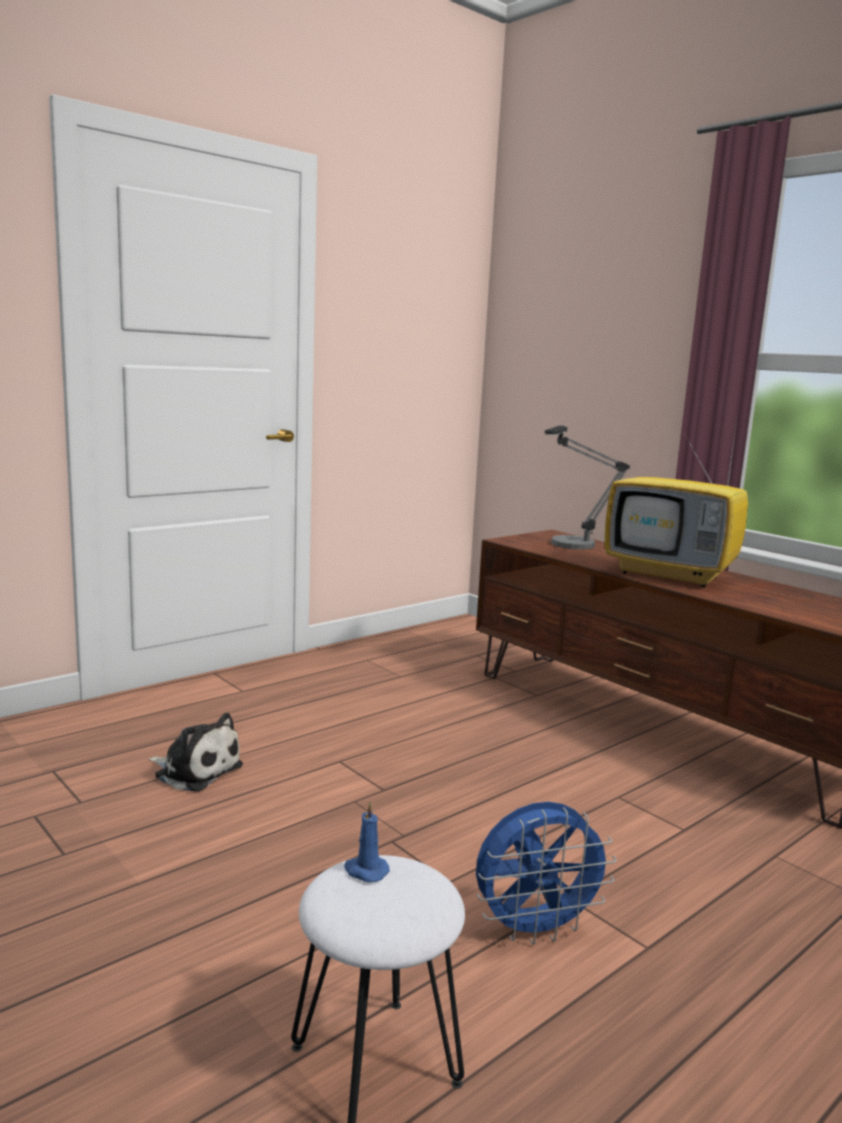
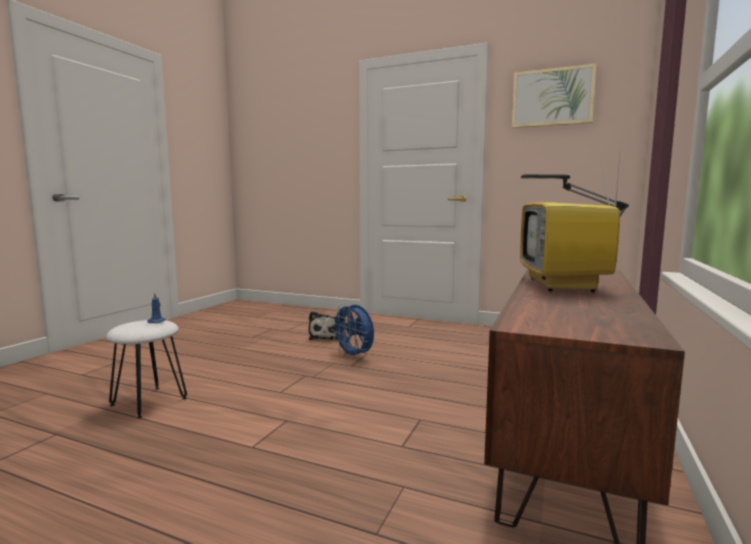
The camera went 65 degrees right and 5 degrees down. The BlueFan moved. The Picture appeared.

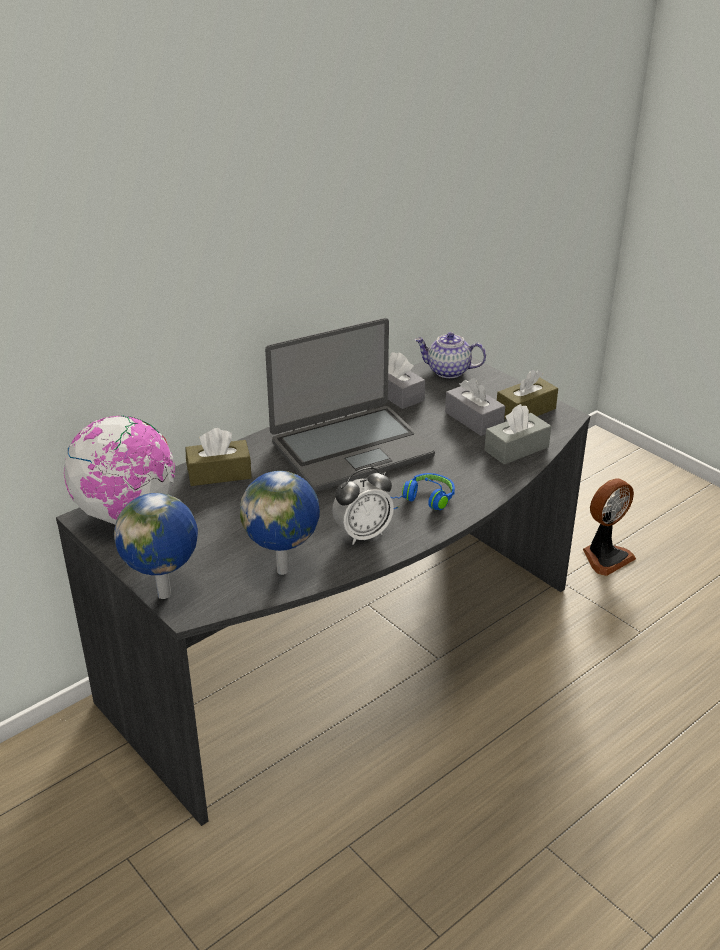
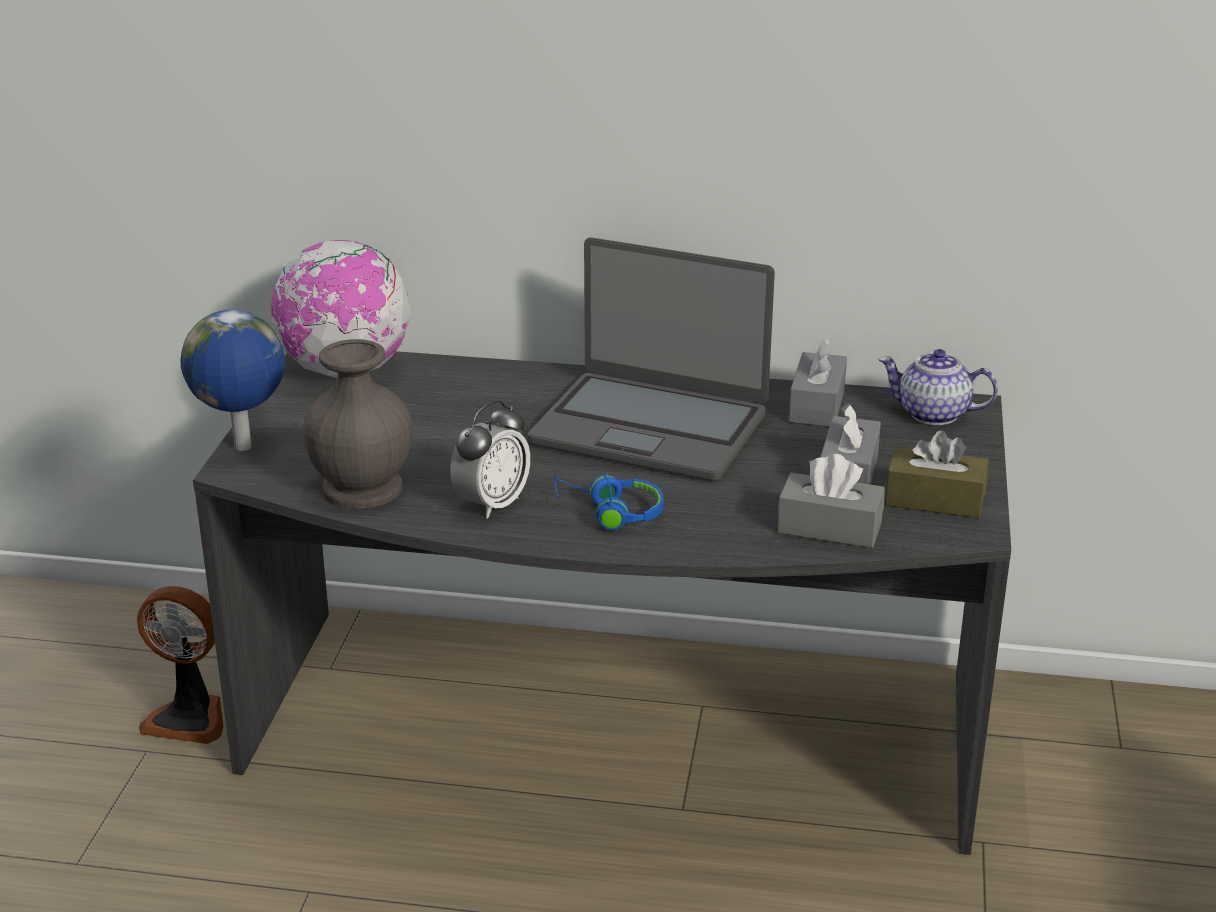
The camera went 50 degrees right and 5 degrees down. The Fan moved. The Globe (3rd from left) was replaced by the GreyVase. The AlarmClock turned 75 degrees counterclockwise. The Teapot turned 45 degrees counterclockwise. The BrownTissueBox (1st from left) disappeared.

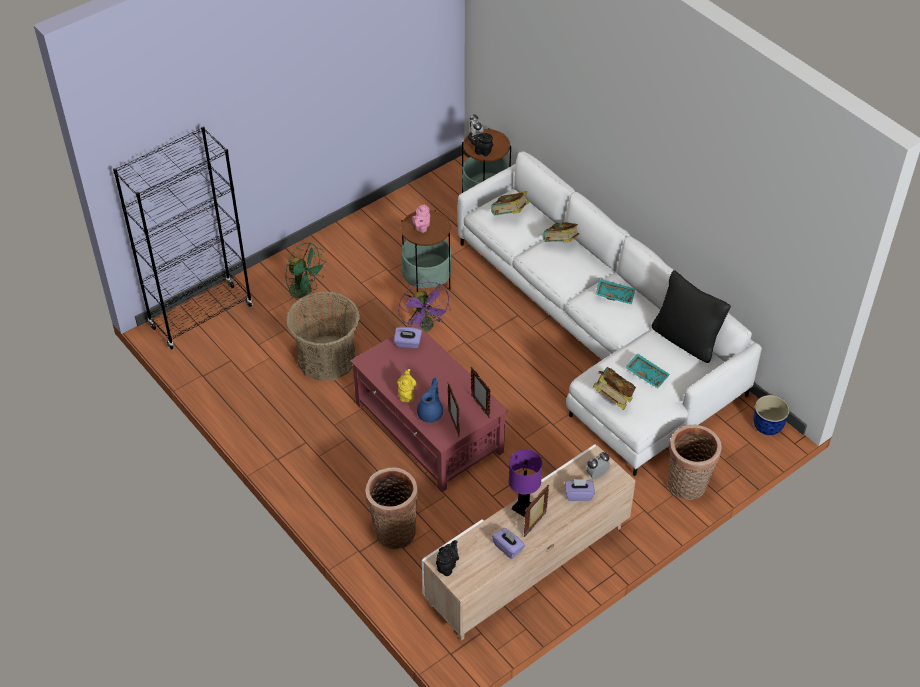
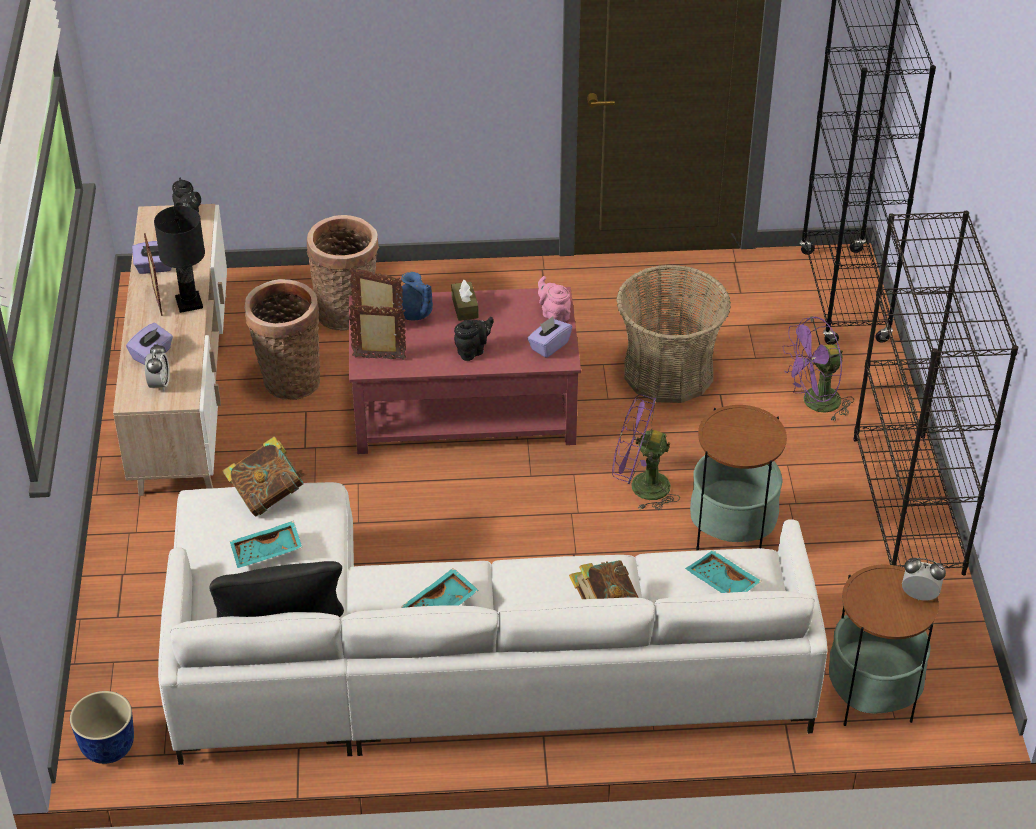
The camera went 125 degrees right and 5 degrees down. The PurpleTableLamp became the BlackTableLamp. The Basket (3rd from left in the first image) moved. The YellowTeapot was replaced by the BrownTissueBox. The BlackTeapot (2nd from left) moved. The PinkTeapot moved. The Book (1st from left) was replaced by the TurquoiseTray (3rd from left). The GreenFan became the PurpleFan (2nd from left). The BlackBookcase (2nd from left) appeared.

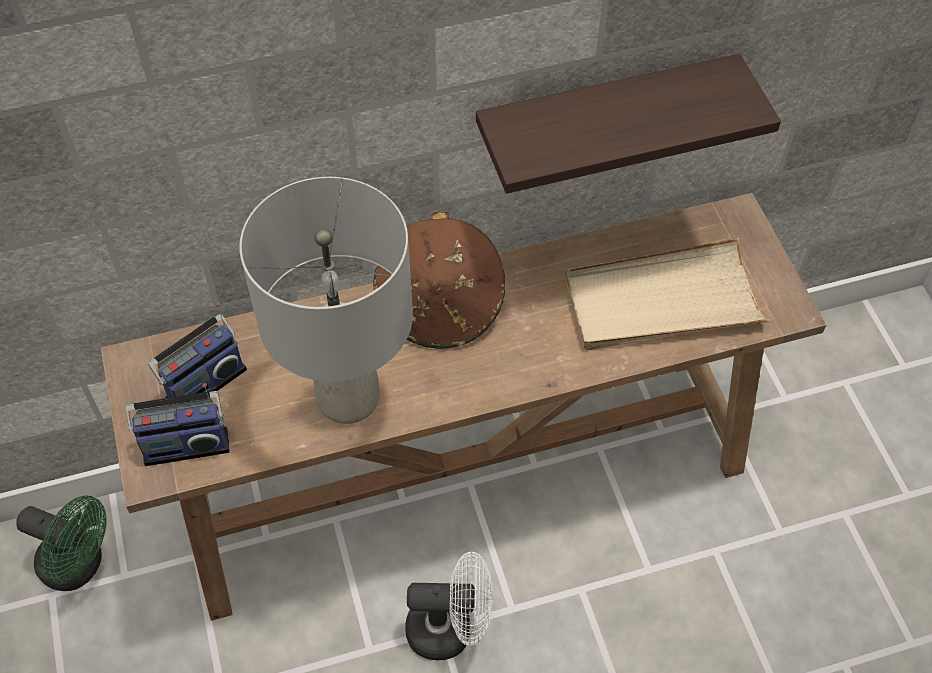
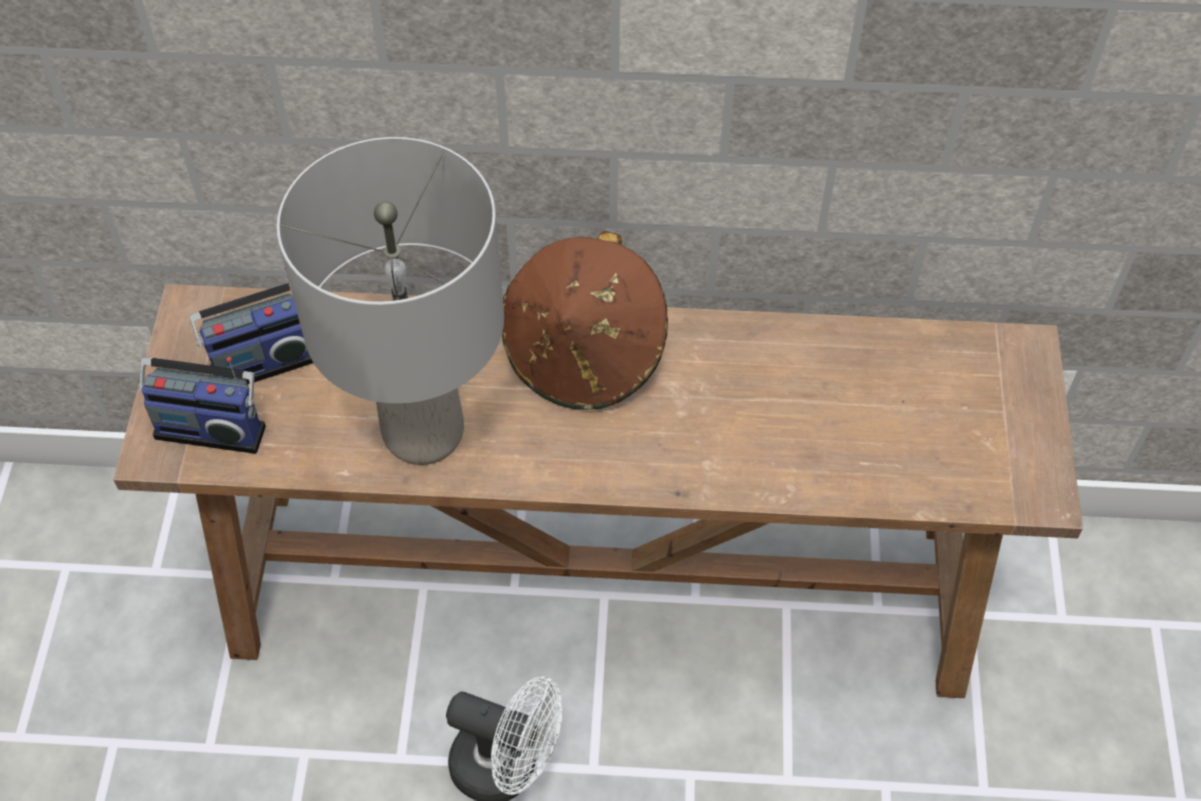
The camera went 20 degrees right and 0 degrees up. The GreenFan disappeared. The Shelf disappeared. The BeigeTray disappeared.

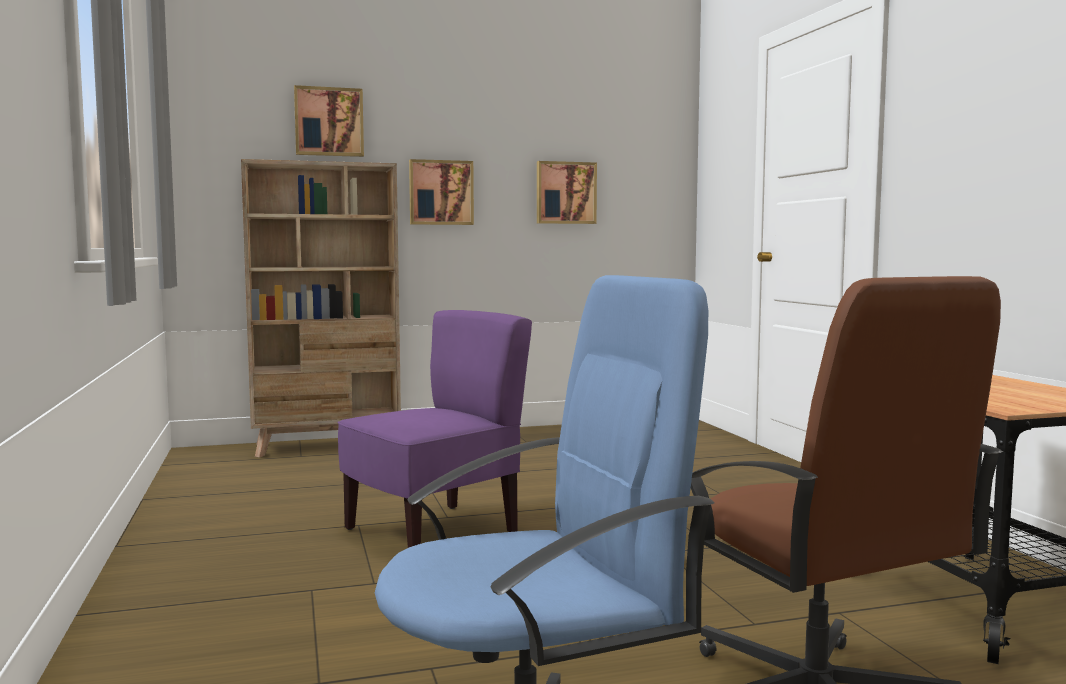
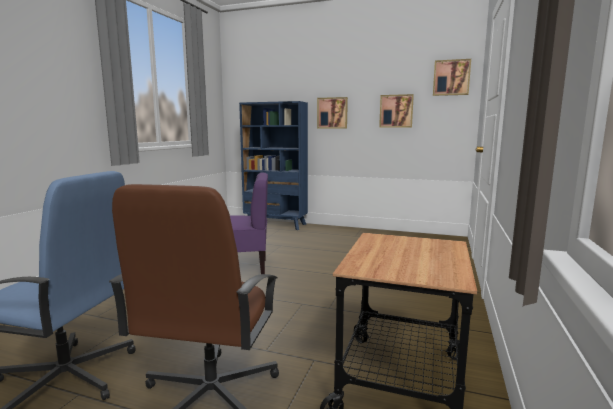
The camera went 35 degrees right and 5 degrees up. The BeigeBookcase became the BlueBookcase. The Picture (1st from left in the first image) moved.

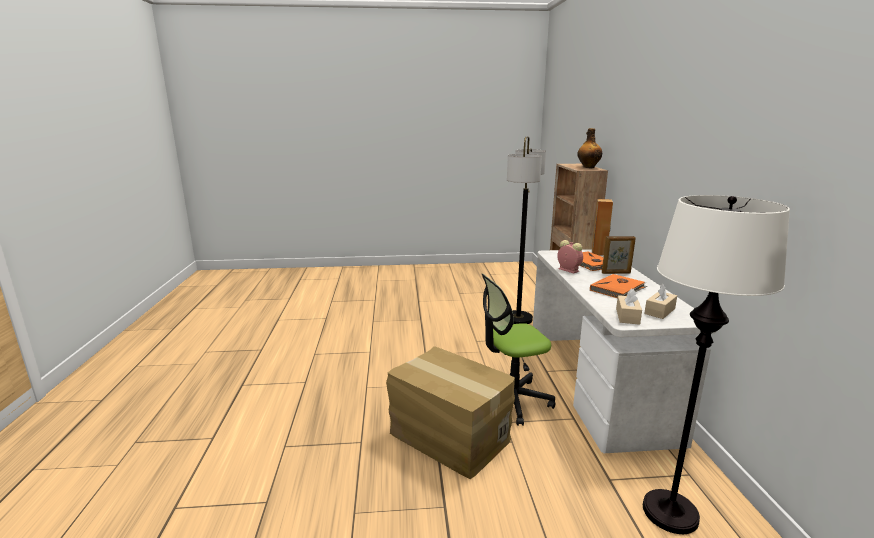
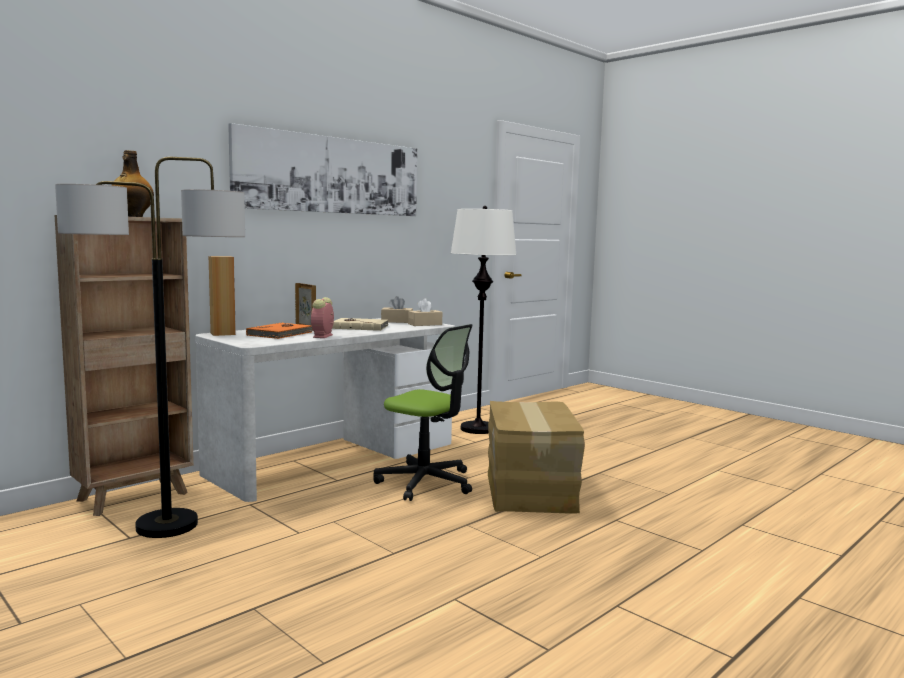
The camera went 130 degrees left and 10 degrees down. The Picture appeared. The OrangeBook (2nd from left) became the BeigeBook.

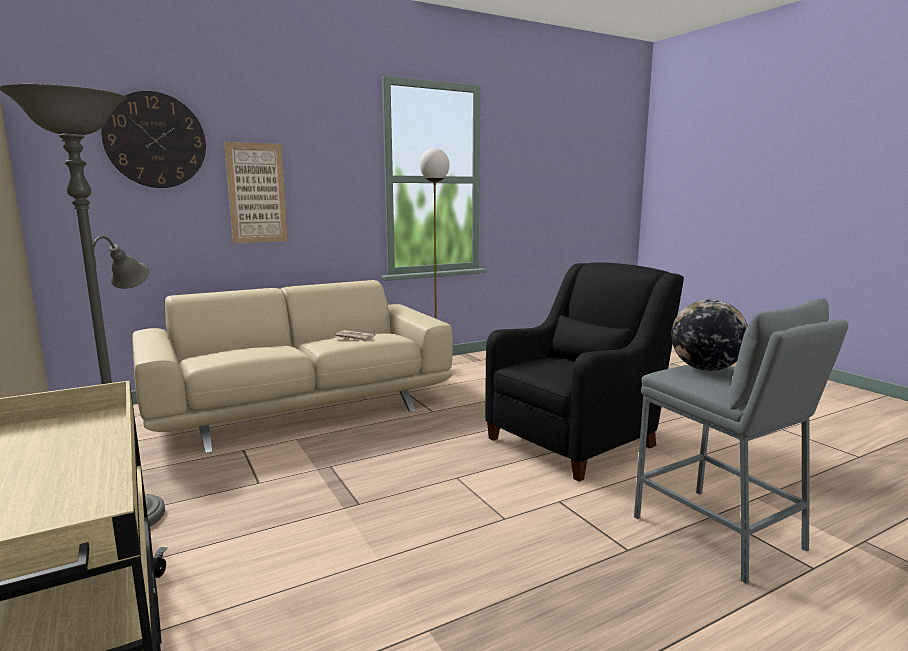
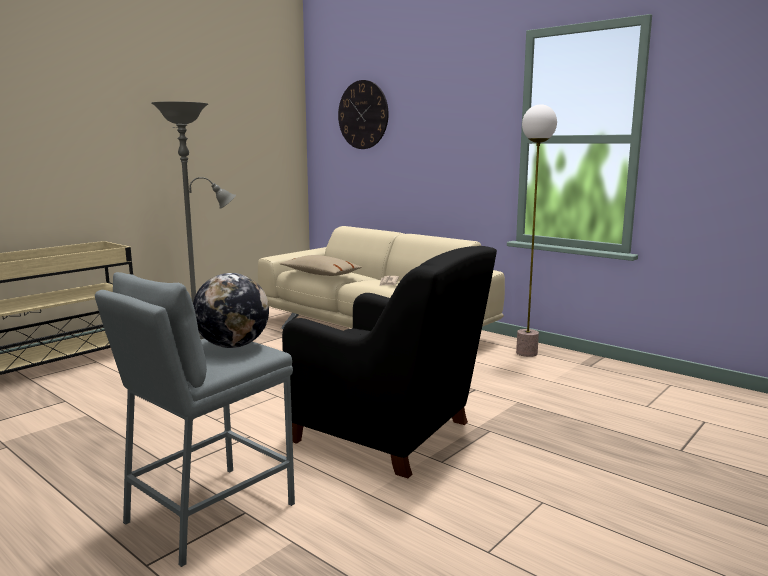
The camera went 70 degrees right and 0 degrees up. The BeigePillow appeared. The Picture disappeared.

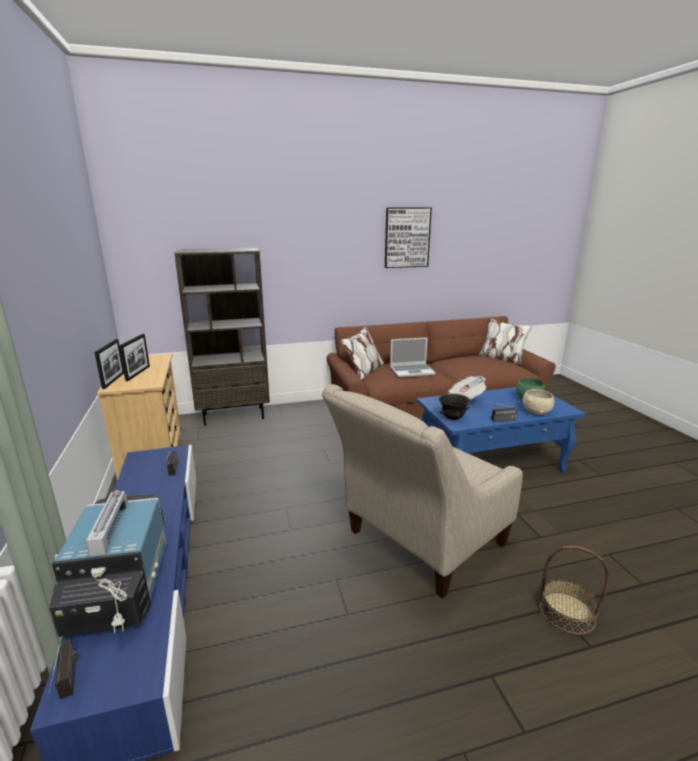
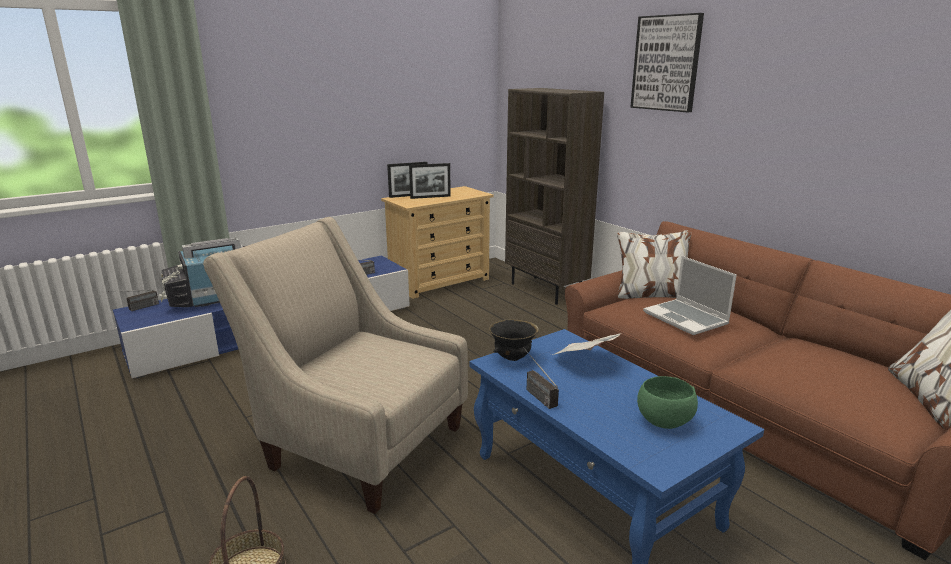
The camera went 70 degrees right and 0 degrees up. The Picture moved. The BeigeBowl disappeared.

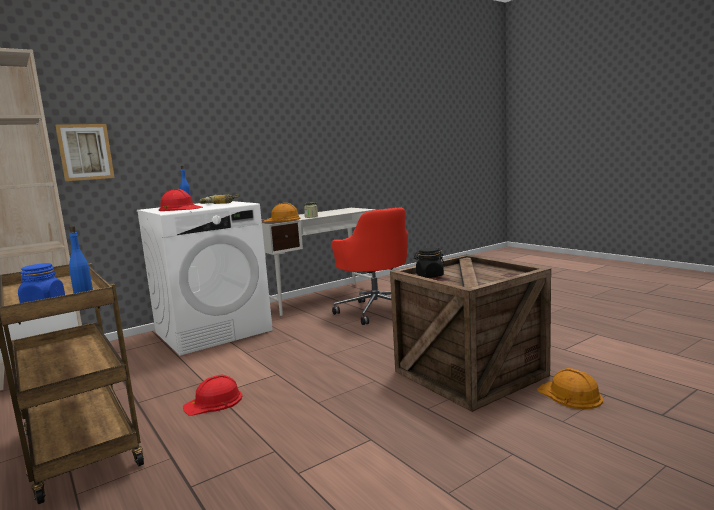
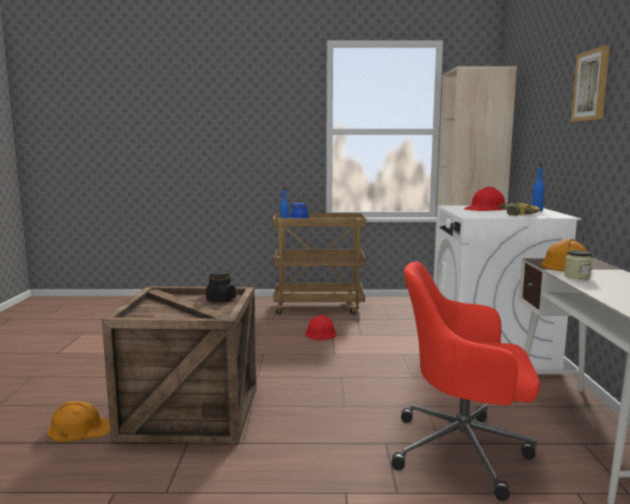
The camera went 125 degrees right and 0 degrees up. The Picture moved.

